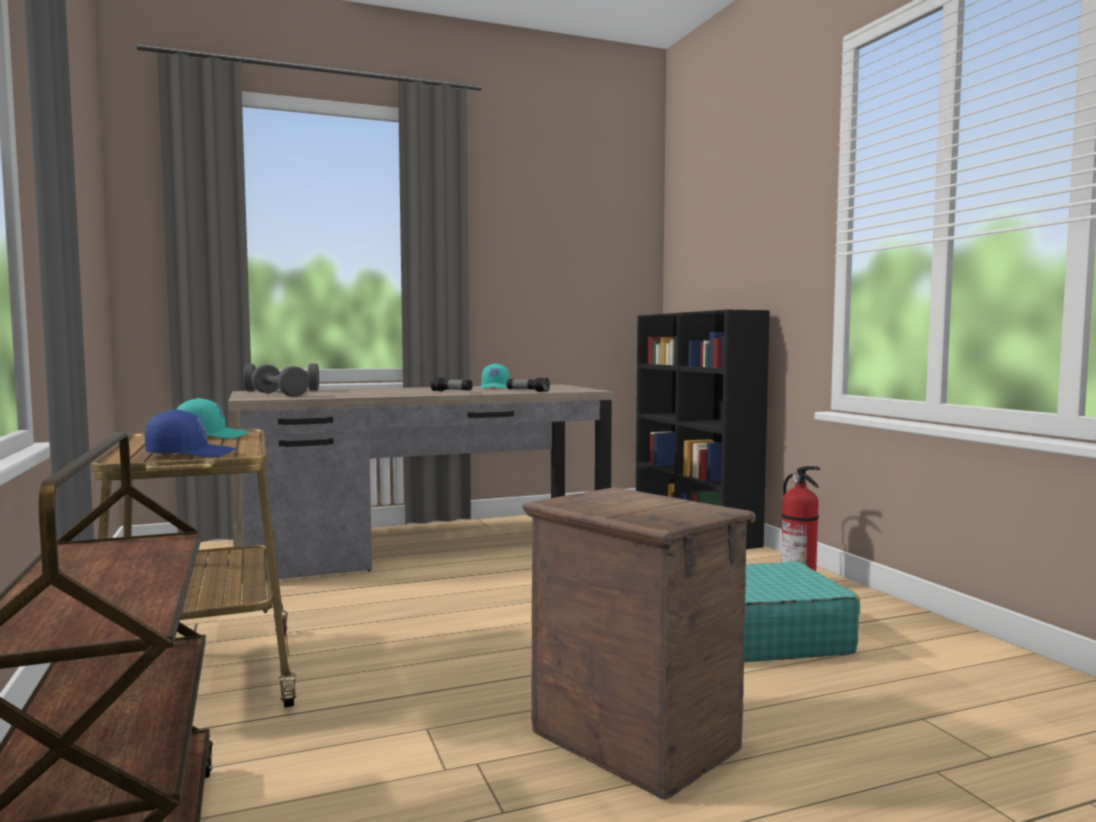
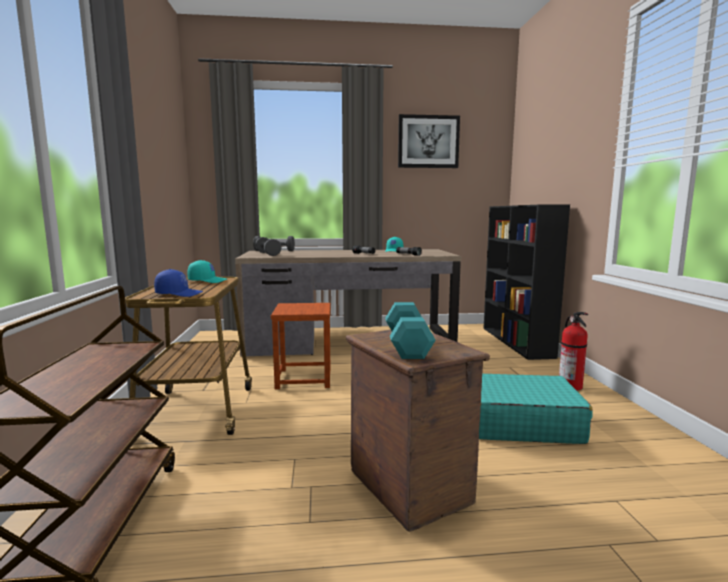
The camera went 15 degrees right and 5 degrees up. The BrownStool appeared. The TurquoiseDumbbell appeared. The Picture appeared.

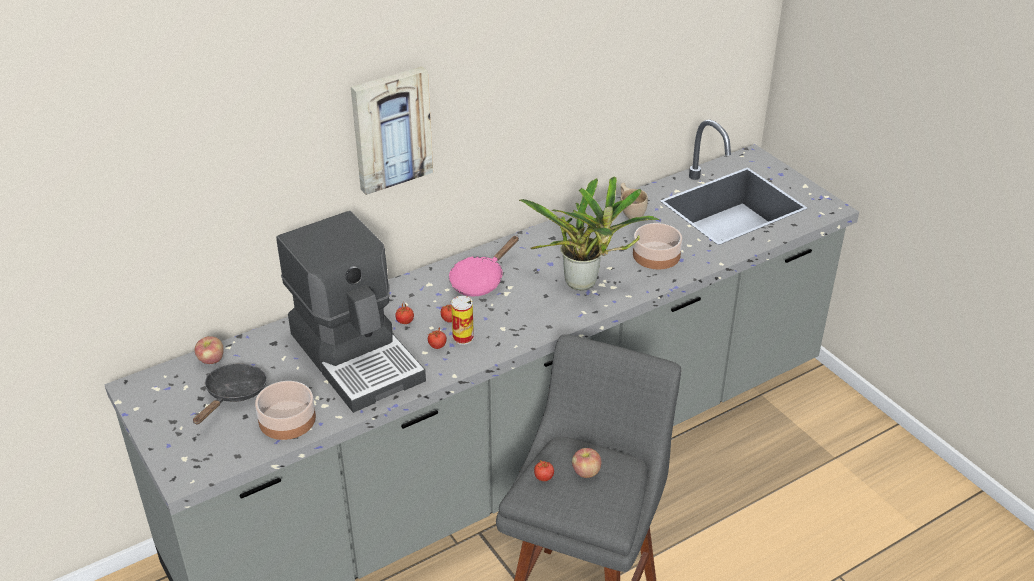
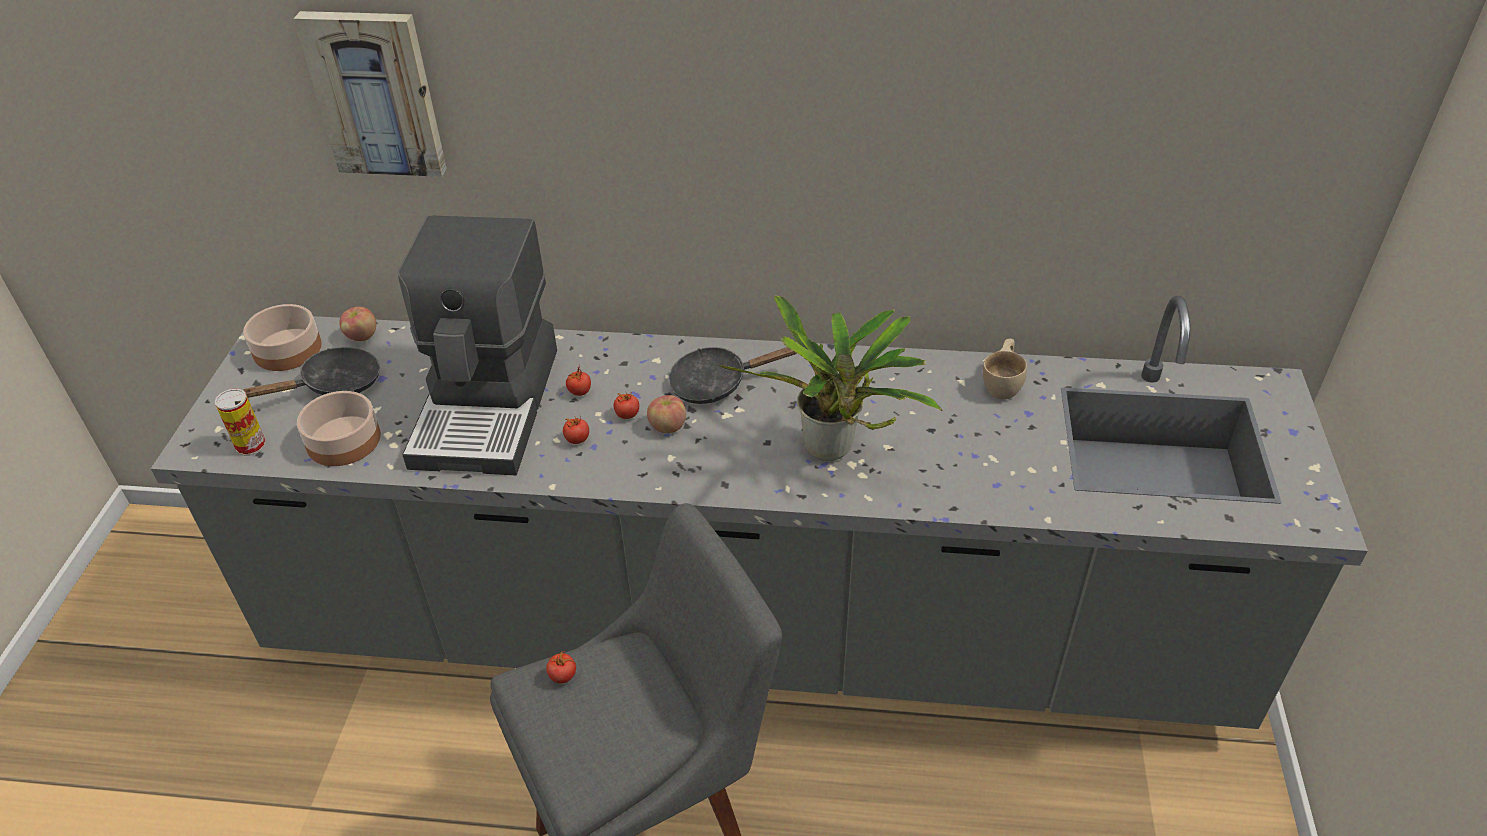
The camera went 40 degrees right and 5 degrees up. The Can moved. The Bowl (2nd from left in the first image) moved. The Picture moved. The Apple (2nd from left) moved. The PinkFryingPan became the BlackFryingPan (2nd from left).

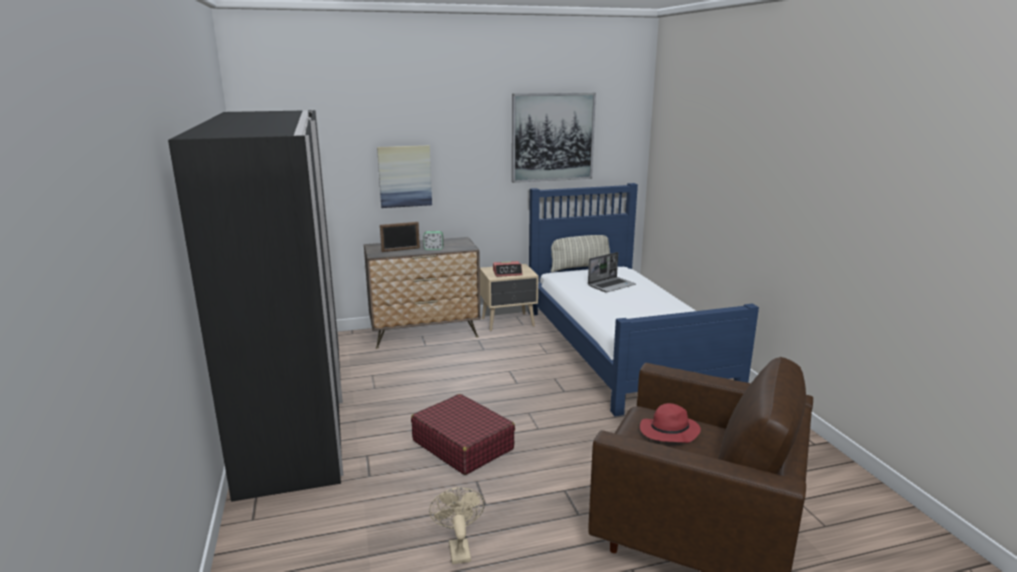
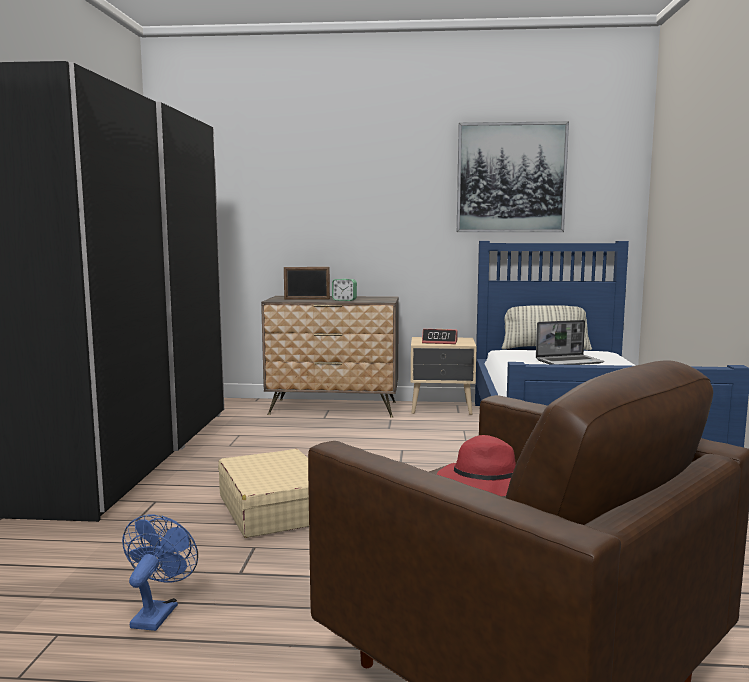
The camera went 20 degrees right and 10 degrees down. The BeigeFan became the BlueFan. The RedSuitcase became the BeigeSuitcase. The Picture (1st from left) disappeared.

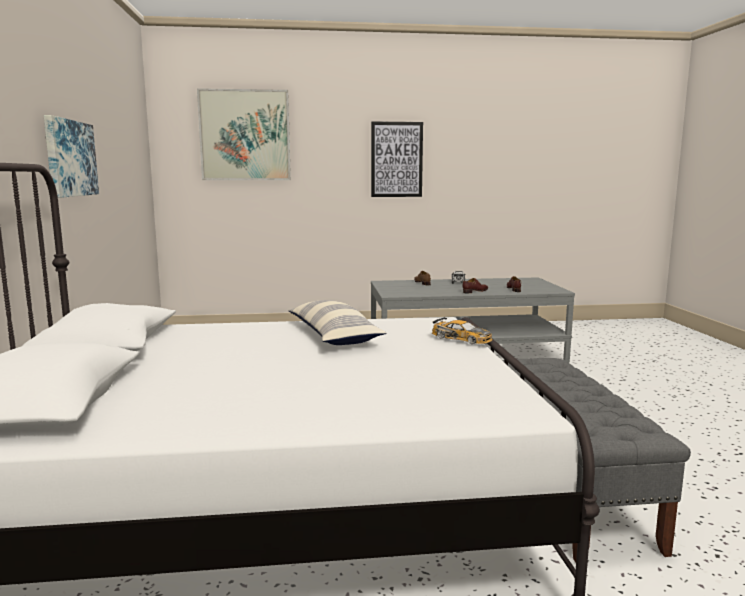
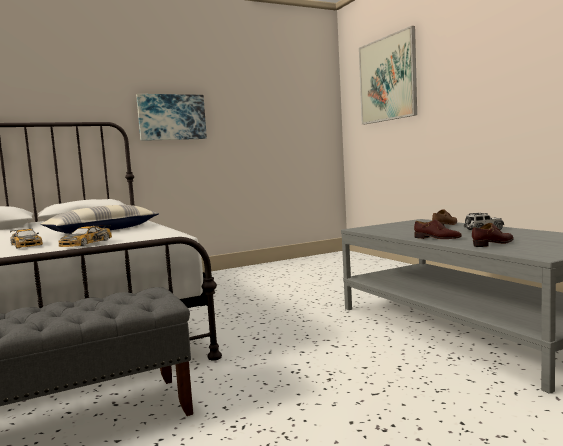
The camera went 70 degrees right and 5 degrees down. The ToyCar (1st from left) appeared. The Picture (3rd from left) disappeared.

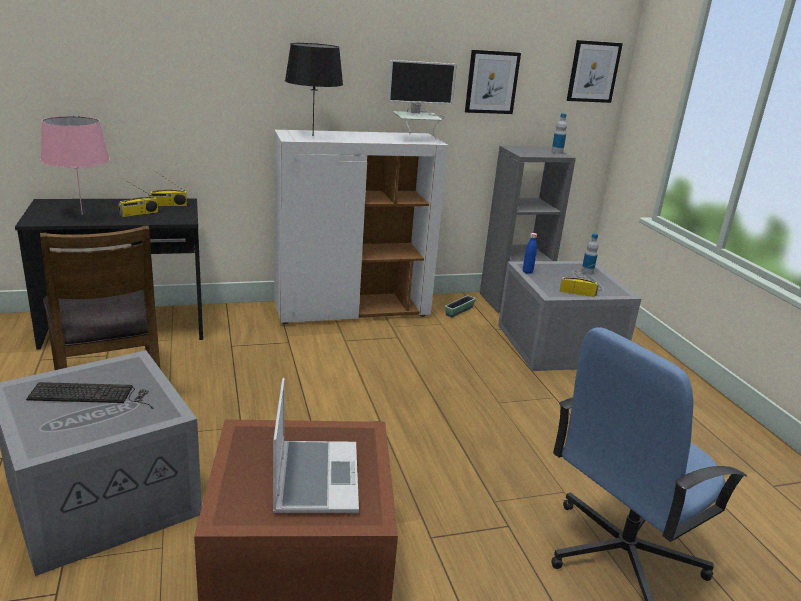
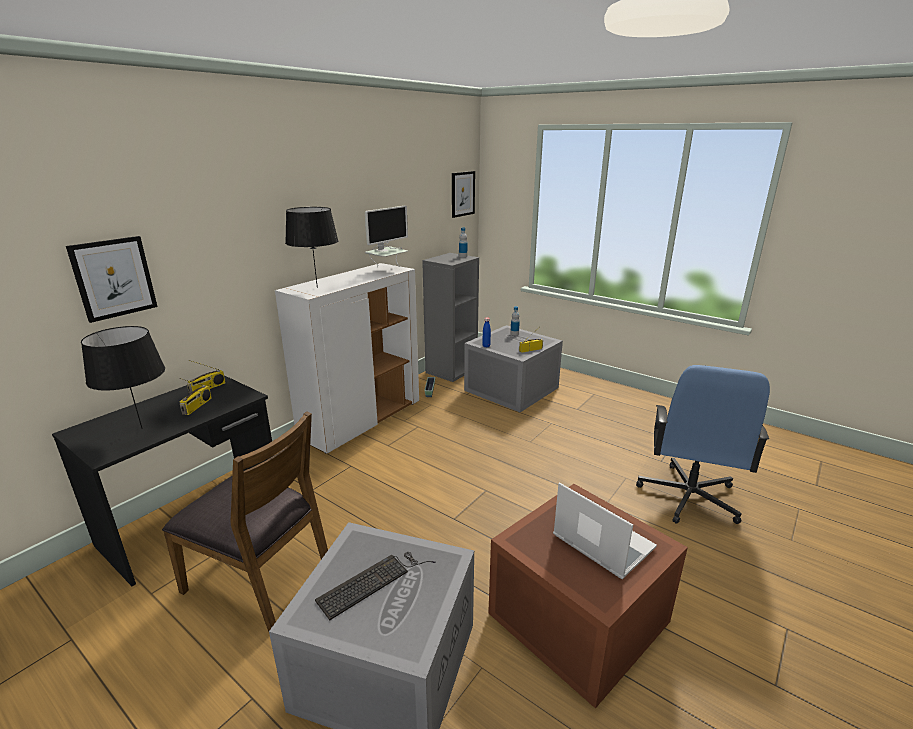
The camera went 35 degrees left and 0 degrees up. The Picture (1st from left) moved. The PinkTableLamp became the BlackTableLamp (1st from left).

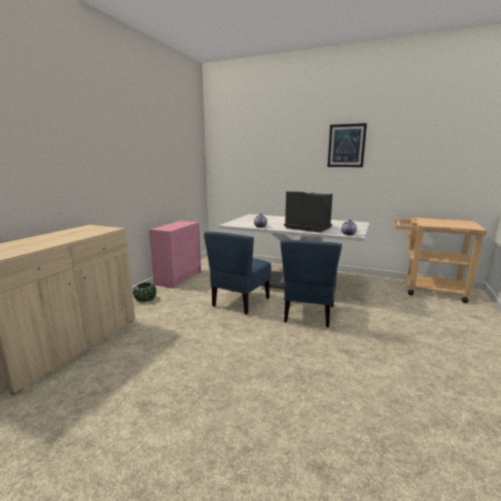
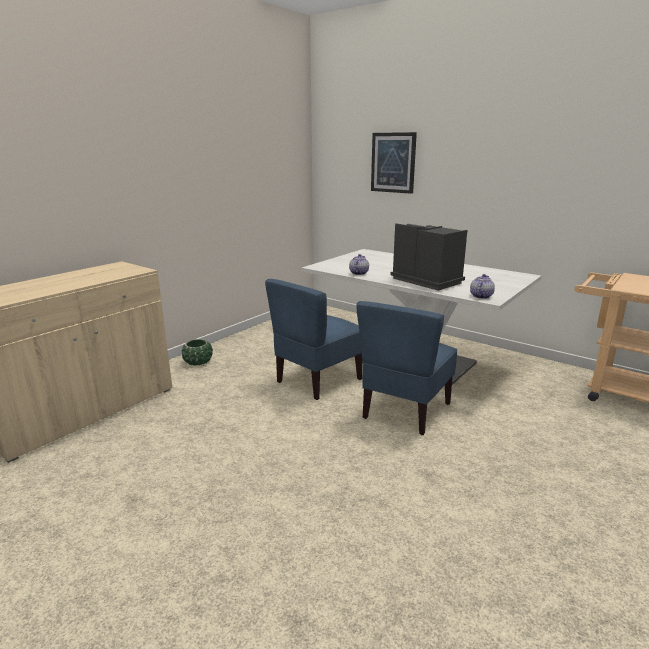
The camera went 15 degrees right and 5 degrees up. The Picture moved. The PinkDresser disappeared.

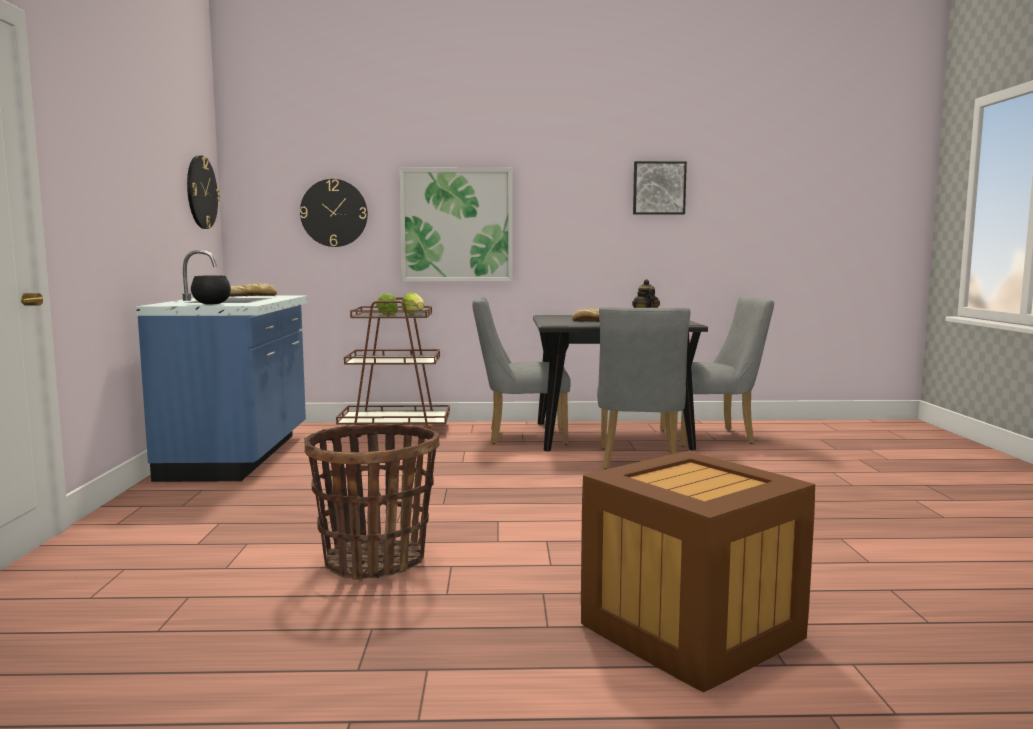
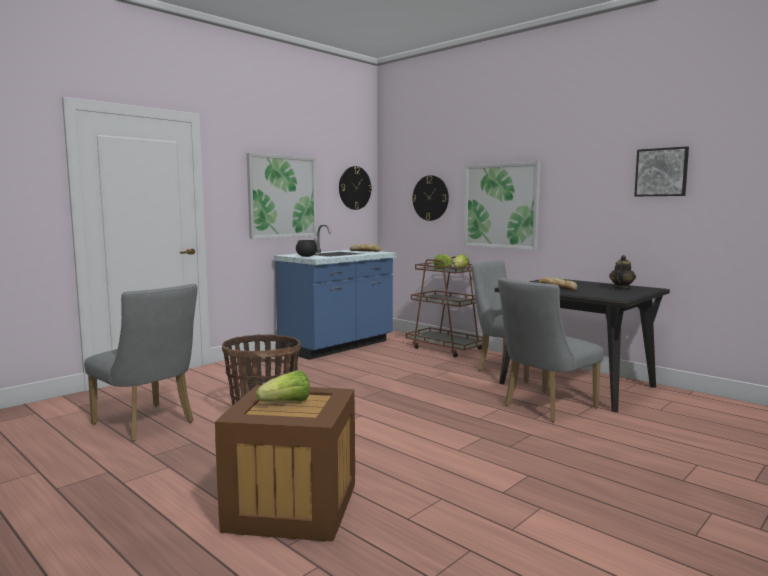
The camera went 45 degrees right and 0 degrees up. The GreyChair (3rd from left in the first image) moved. The Picture (1st from left) appeared. The Lettuce (1st from left) appeared.

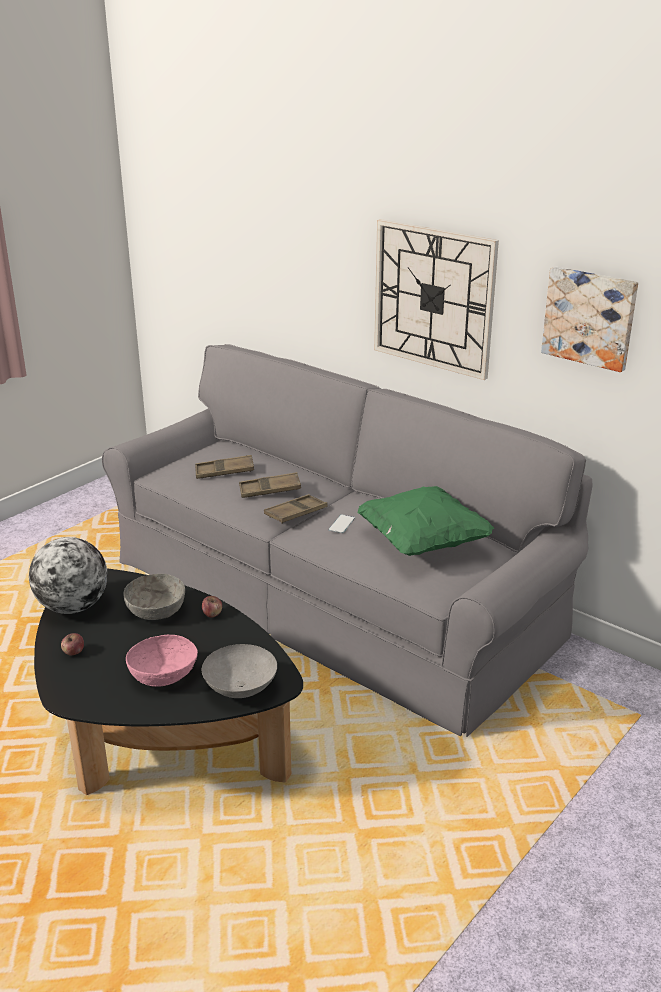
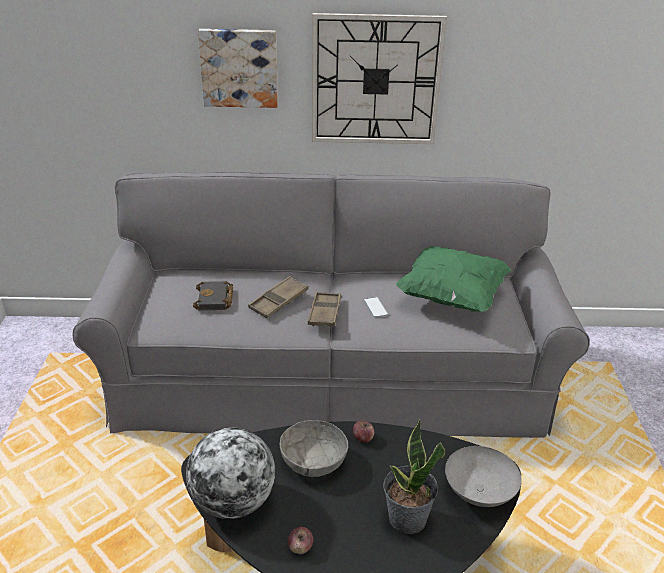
The camera went 40 degrees left and 5 degrees up. The BrownTray (1st from left) was replaced by the BlackBook. The Picture moved. The PinkBowl was replaced by the PottedPlant.

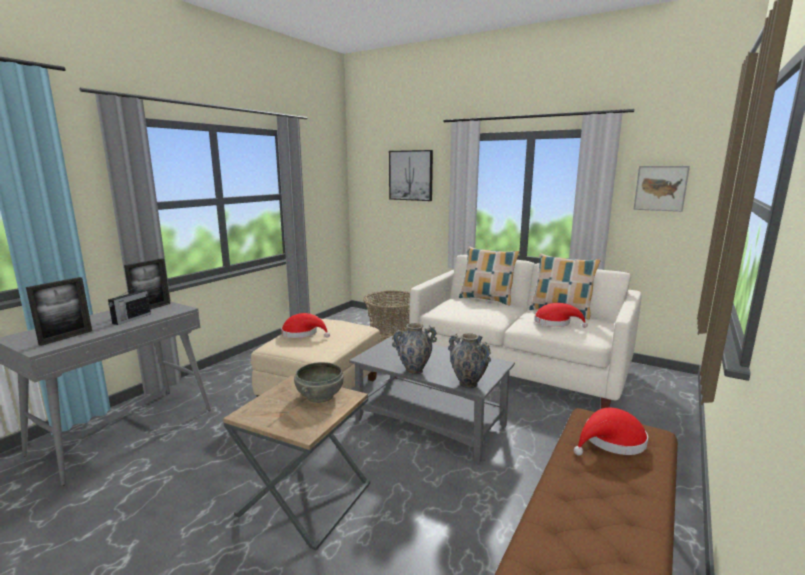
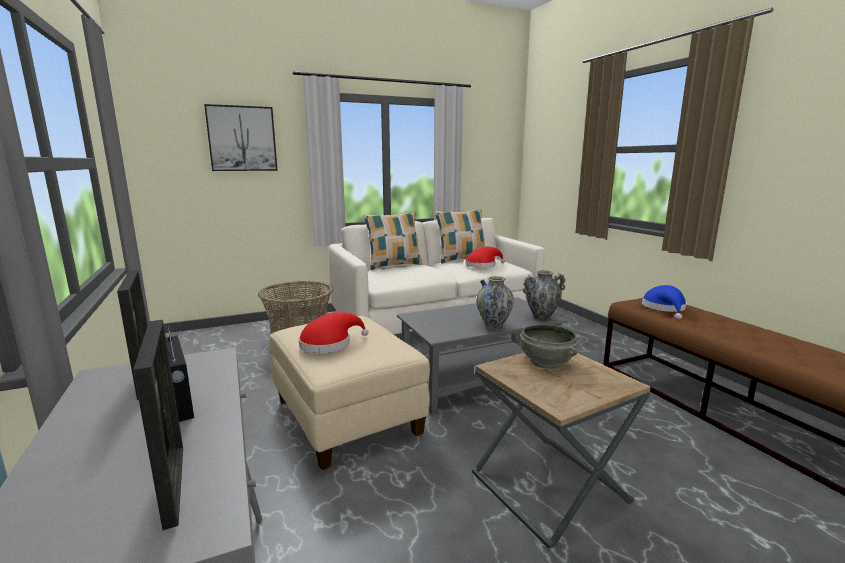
The camera went 55 degrees left and 0 degrees up. The RedHat (3rd from left) became the BlueHat. The Picture (2nd from left) disappeared.

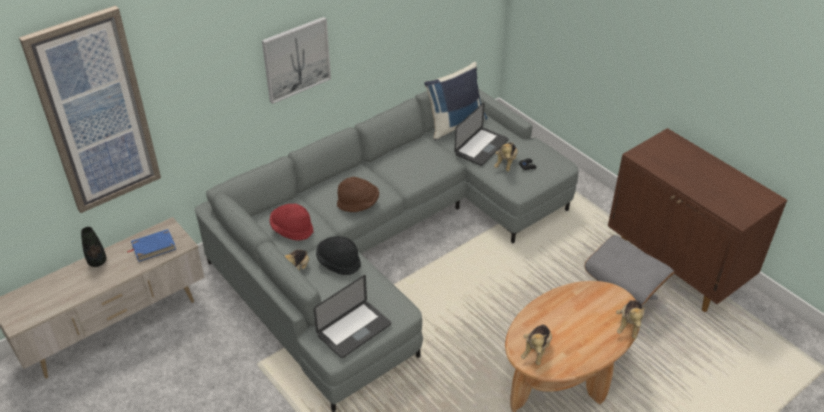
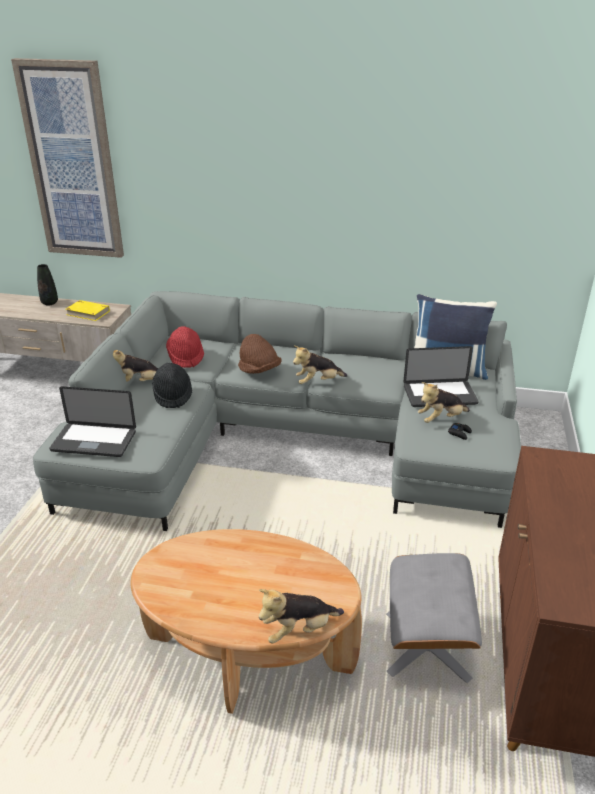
The camera went 50 degrees right and 10 degrees down. The BlueBook became the YellowBook. The PlushToy (3rd from left) moved. The Picture (2nd from left) disappeared.

